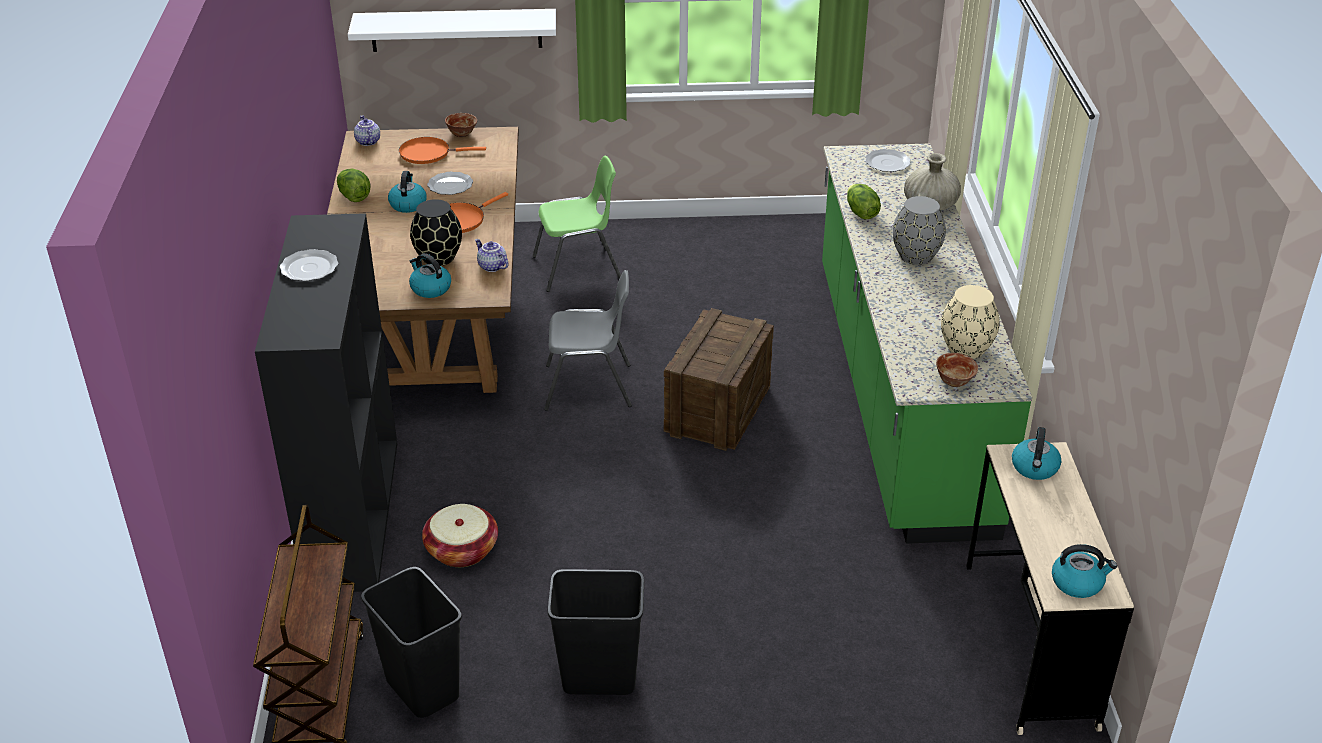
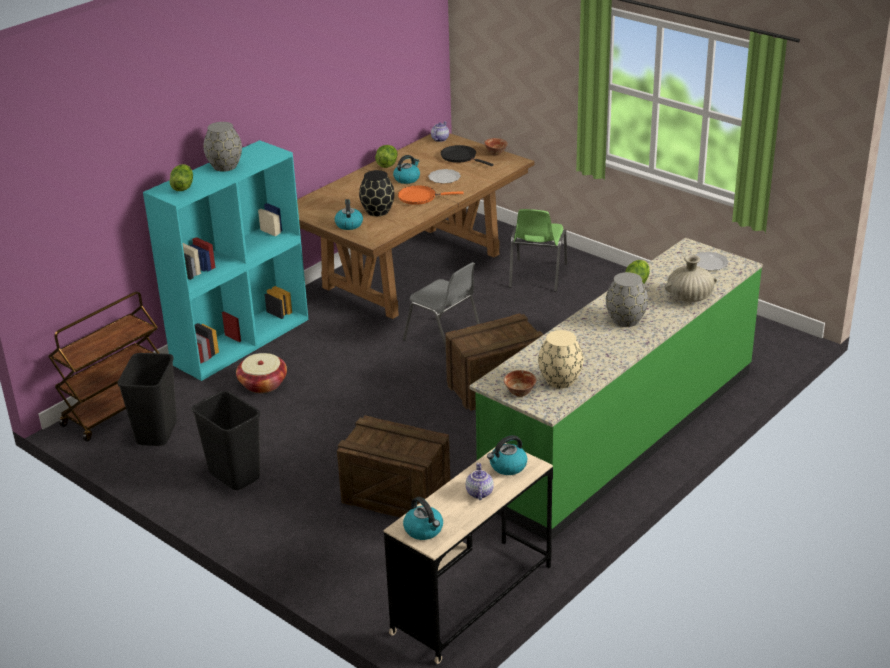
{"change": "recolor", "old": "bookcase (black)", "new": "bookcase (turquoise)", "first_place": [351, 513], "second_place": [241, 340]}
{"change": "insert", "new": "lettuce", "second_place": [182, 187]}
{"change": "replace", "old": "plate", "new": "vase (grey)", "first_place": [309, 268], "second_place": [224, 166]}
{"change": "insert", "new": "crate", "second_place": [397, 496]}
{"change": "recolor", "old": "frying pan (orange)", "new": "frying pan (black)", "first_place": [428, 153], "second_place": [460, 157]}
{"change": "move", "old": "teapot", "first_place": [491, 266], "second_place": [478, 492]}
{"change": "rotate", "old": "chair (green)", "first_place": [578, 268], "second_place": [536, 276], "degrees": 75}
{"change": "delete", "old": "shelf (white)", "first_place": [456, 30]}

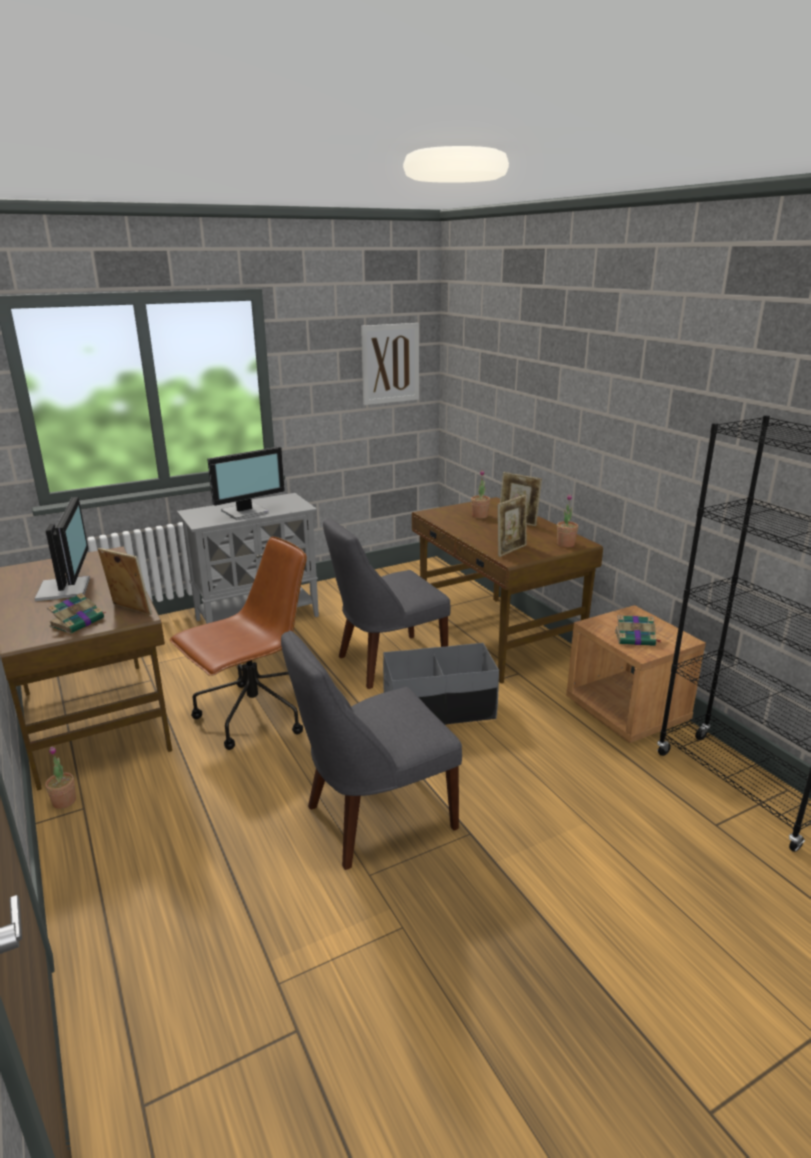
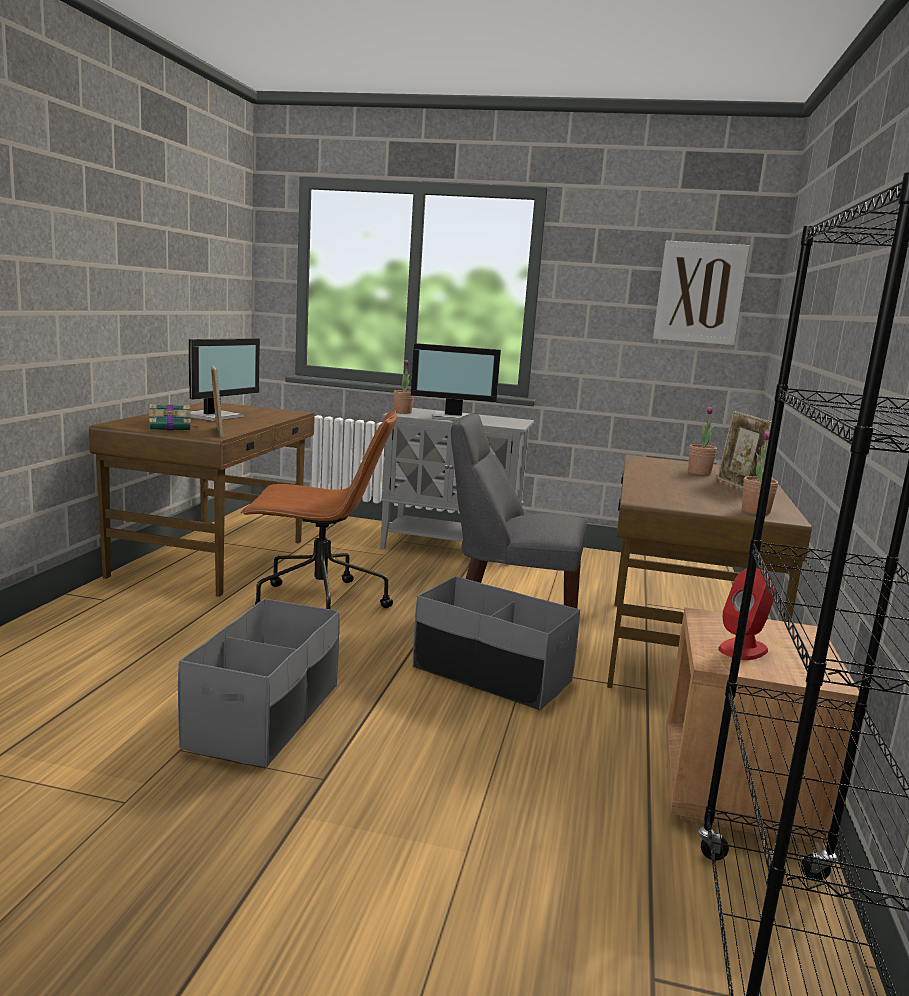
{"change": "replace", "old": "chair (grey)", "new": "storage box (grey)", "first_place": [374, 818], "second_place": [265, 716]}
{"change": "move", "old": "potted plant", "first_place": [64, 801], "second_place": [402, 412]}
{"change": "replace", "old": "book", "new": "speaker (red)", "first_place": [636, 638], "second_place": [743, 649]}
{"change": "delete", "old": "picture frame", "first_place": [511, 550]}

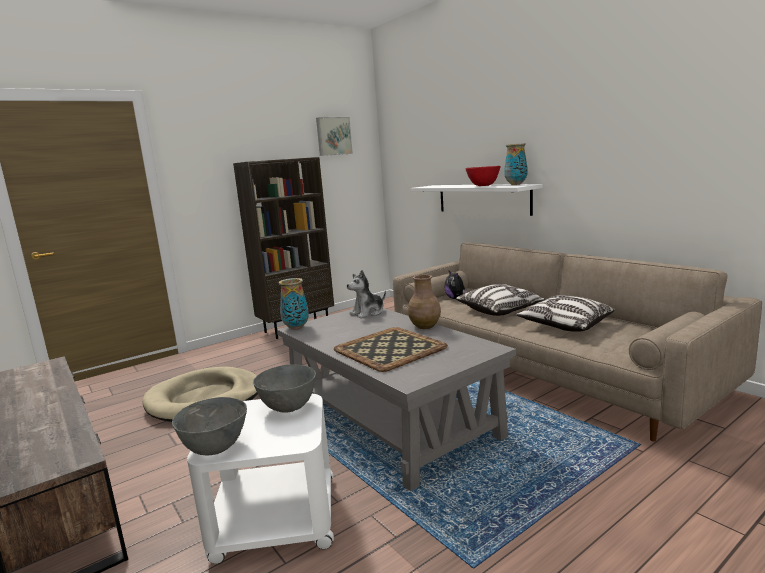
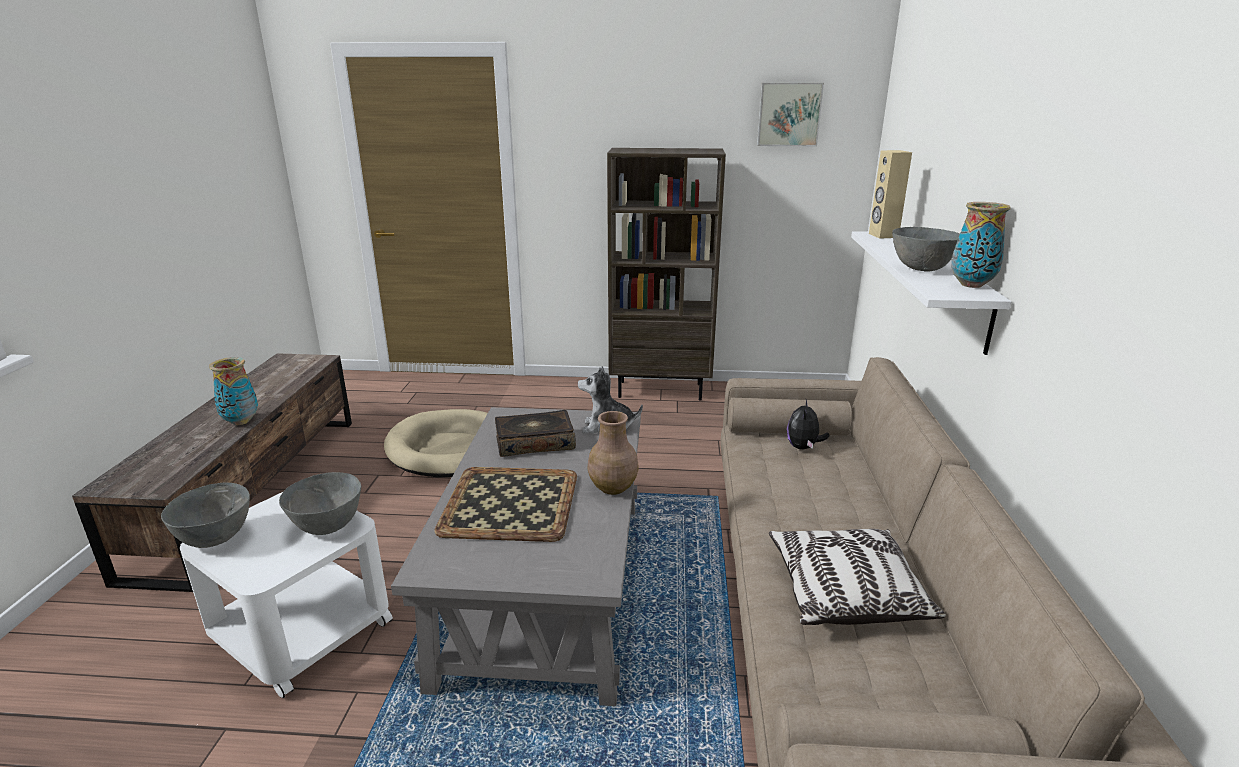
{"change": "move", "old": "vase", "first_place": [296, 328], "second_place": [240, 421]}
{"change": "insert", "new": "book", "second_place": [535, 442]}
{"change": "insert", "new": "speaker (beige)", "second_place": [883, 235]}
{"change": "recolor", "old": "bowl (red)", "new": "bowl (grey)", "first_place": [483, 186], "second_place": [922, 269]}
{"change": "delete", "old": "pillow", "first_place": [499, 310]}

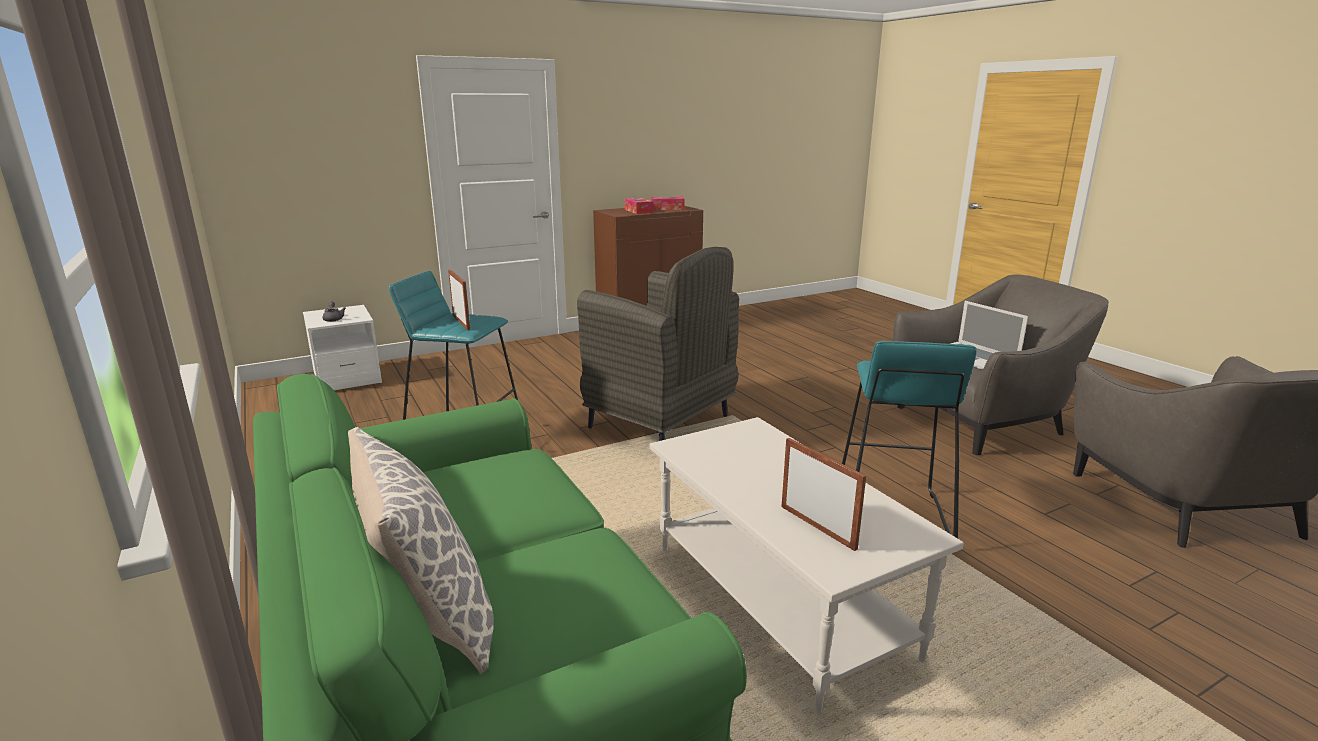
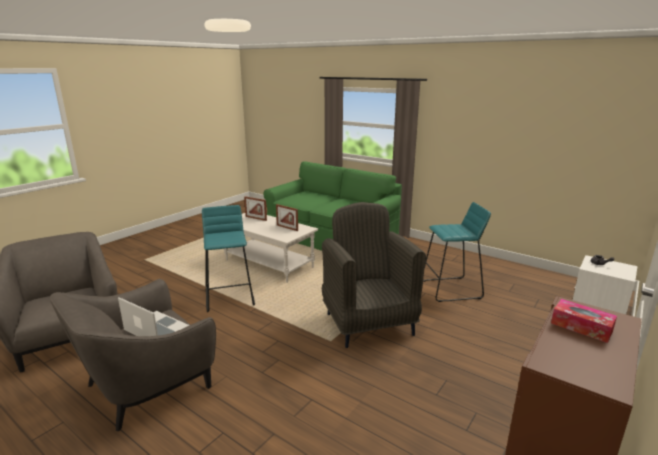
{"change": "move", "old": "picture frame", "first_place": [461, 322], "second_place": [287, 228]}
{"change": "rotate", "old": "armchair (grey)", "first_place": [661, 423], "second_place": [368, 323], "degrees": 60}
{"change": "delete", "old": "pillow", "first_place": [430, 619]}
{"change": "delete", "old": "tissue box", "first_place": [667, 208]}

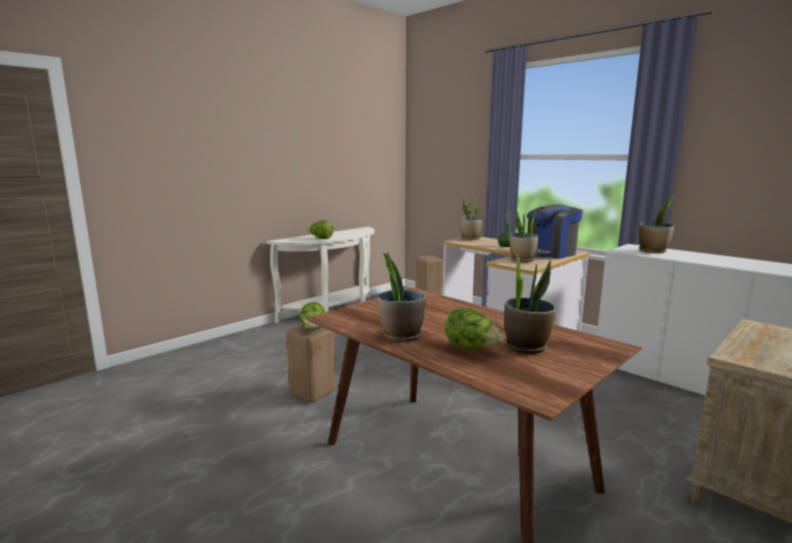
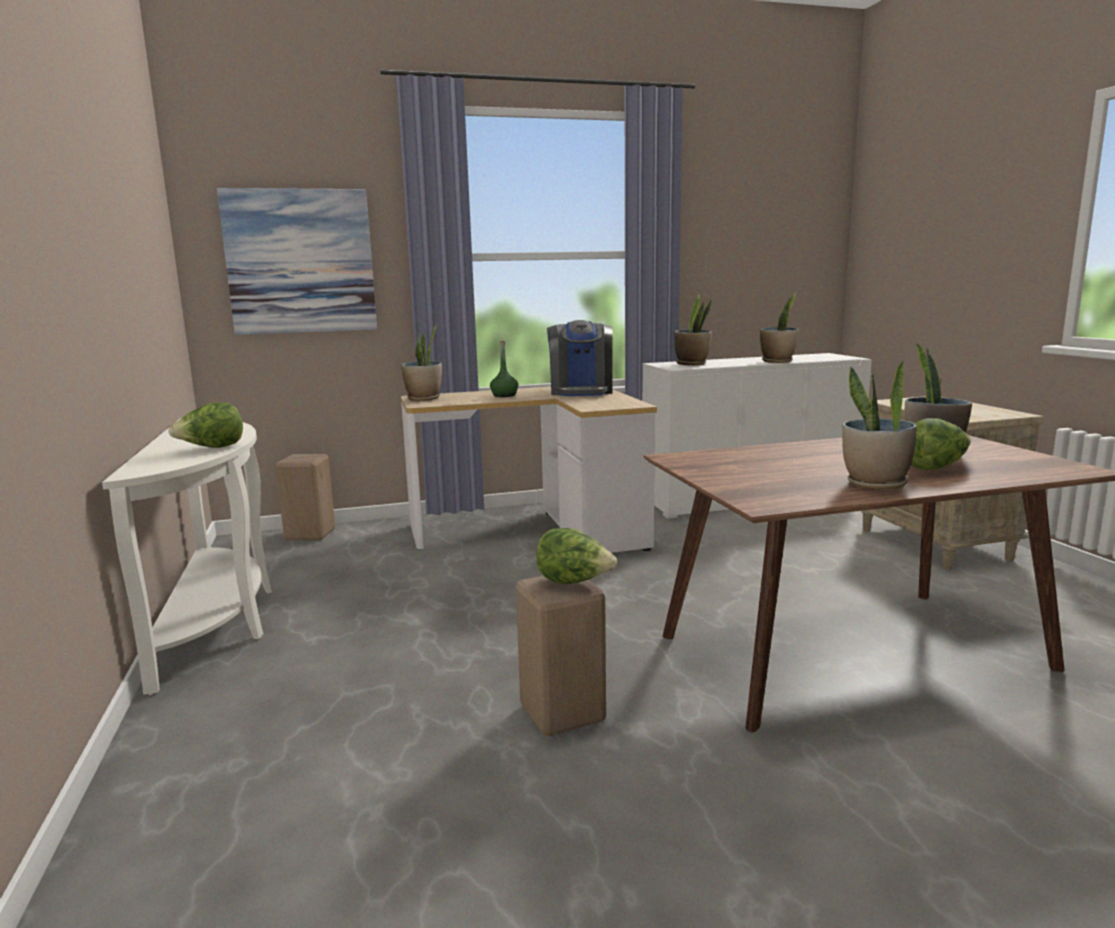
{"change": "insert", "new": "picture", "second_place": [300, 262]}
{"change": "move", "old": "potted plant", "first_place": [522, 260], "second_place": [777, 361]}

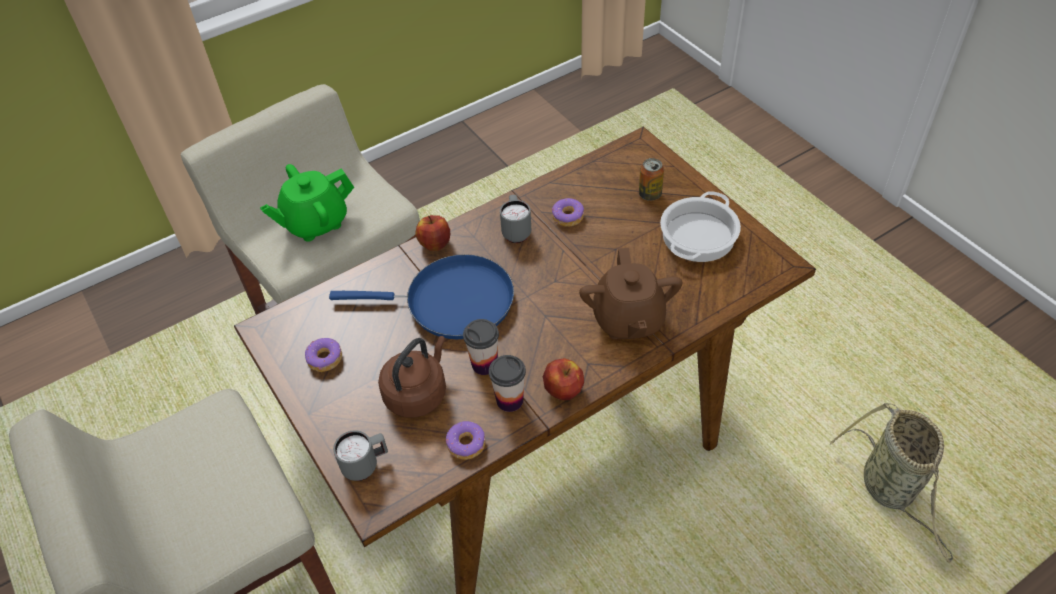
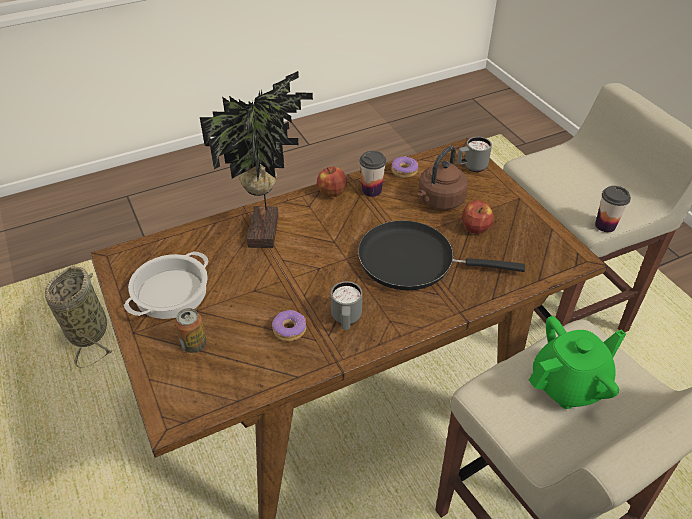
{"change": "replace", "old": "teapot (brown)", "new": "potted plant", "first_place": [628, 320], "second_place": [267, 230]}
{"change": "recolor", "old": "frying pan (blue)", "new": "frying pan (black)", "first_place": [452, 302], "second_place": [413, 261]}
{"change": "move", "old": "apple", "first_place": [434, 244], "second_place": [475, 228]}
{"change": "move", "old": "cup", "first_place": [484, 364], "second_place": [605, 225]}
{"change": "delete", "old": "donut", "first_place": [324, 359]}

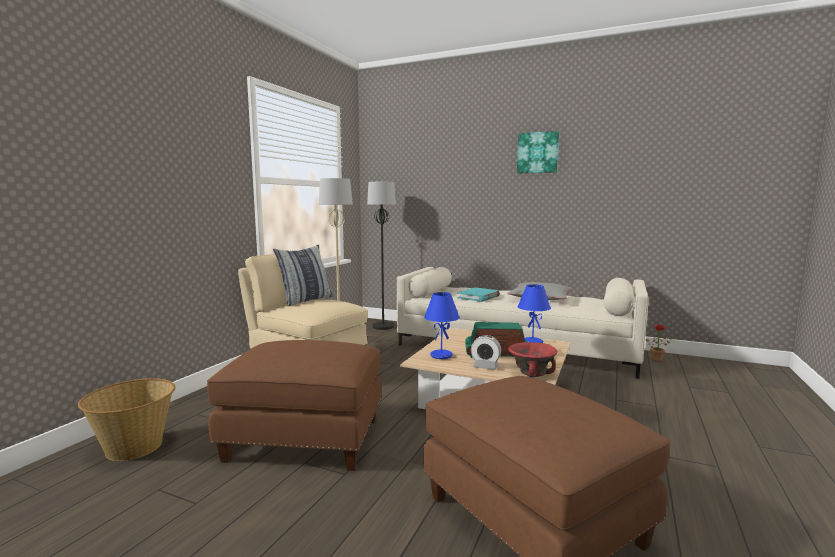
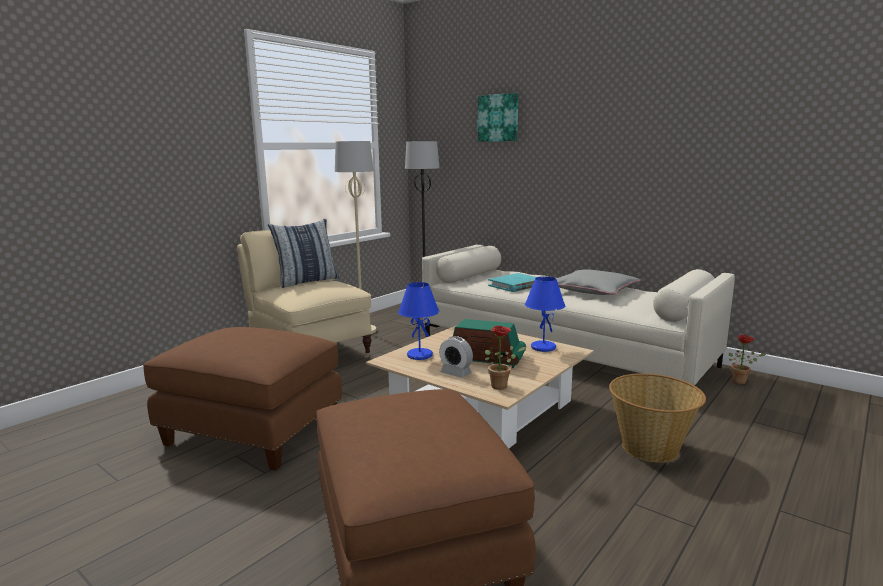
{"change": "move", "old": "picture", "first_place": [537, 152], "second_place": [498, 118]}
{"change": "replace", "old": "bowl (red)", "new": "potted plant", "first_place": [532, 373], "second_place": [502, 386]}
{"change": "move", "old": "basket", "first_place": [134, 448], "second_place": [651, 448]}

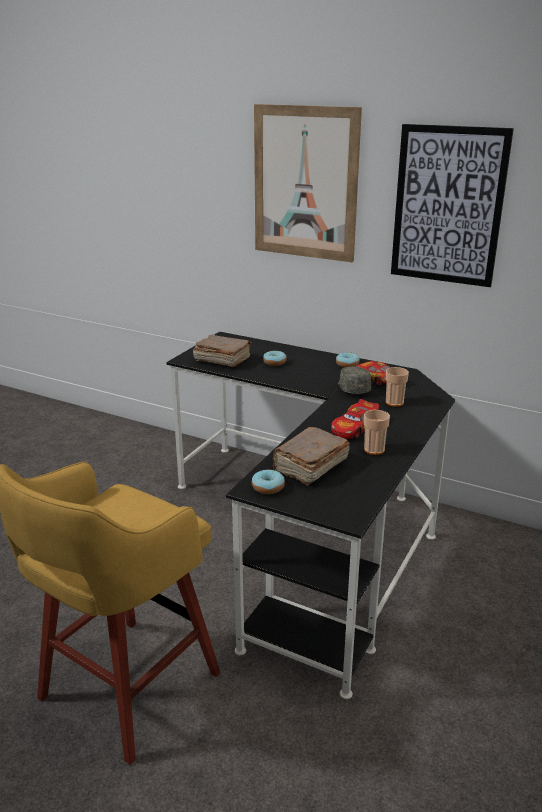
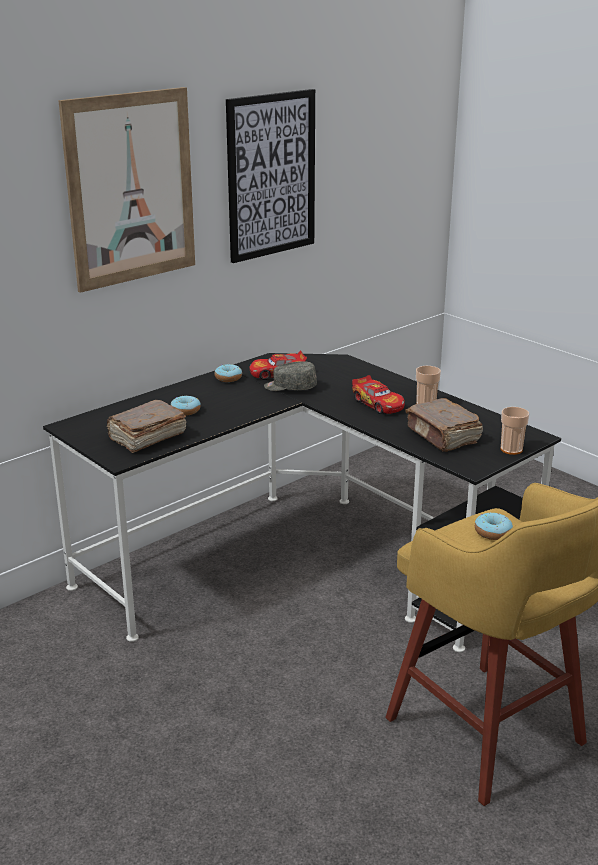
{"change": "move", "old": "donut", "first_place": [268, 487], "second_place": [492, 532]}
{"change": "move", "old": "cup", "first_place": [394, 402], "second_place": [511, 449]}

